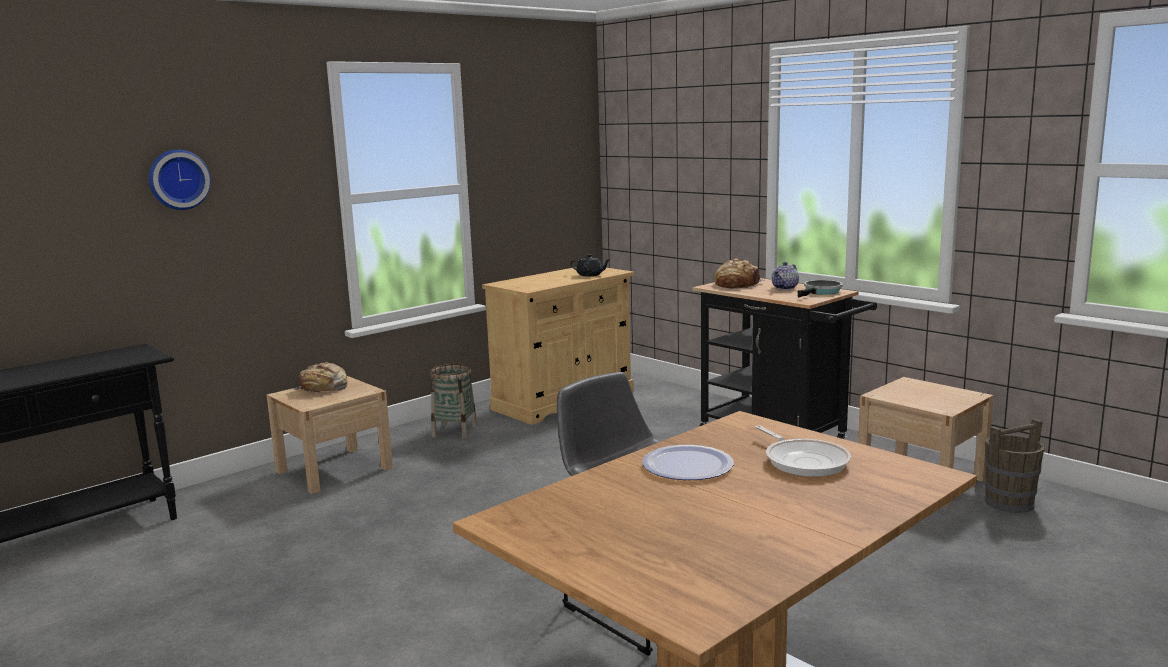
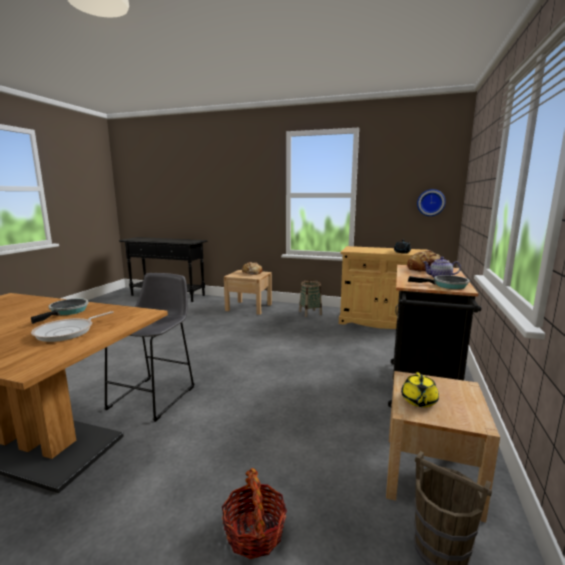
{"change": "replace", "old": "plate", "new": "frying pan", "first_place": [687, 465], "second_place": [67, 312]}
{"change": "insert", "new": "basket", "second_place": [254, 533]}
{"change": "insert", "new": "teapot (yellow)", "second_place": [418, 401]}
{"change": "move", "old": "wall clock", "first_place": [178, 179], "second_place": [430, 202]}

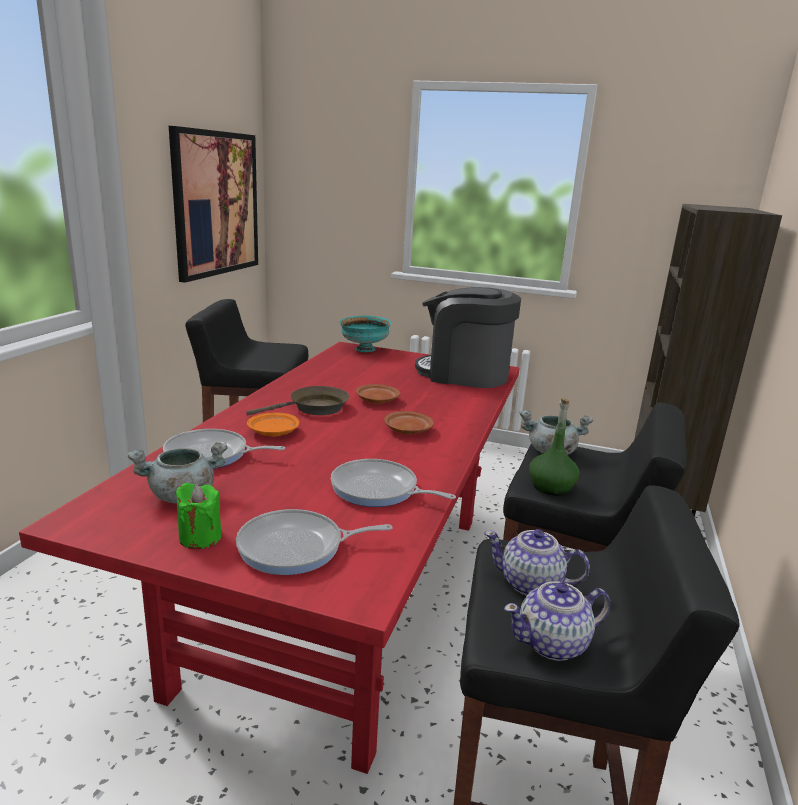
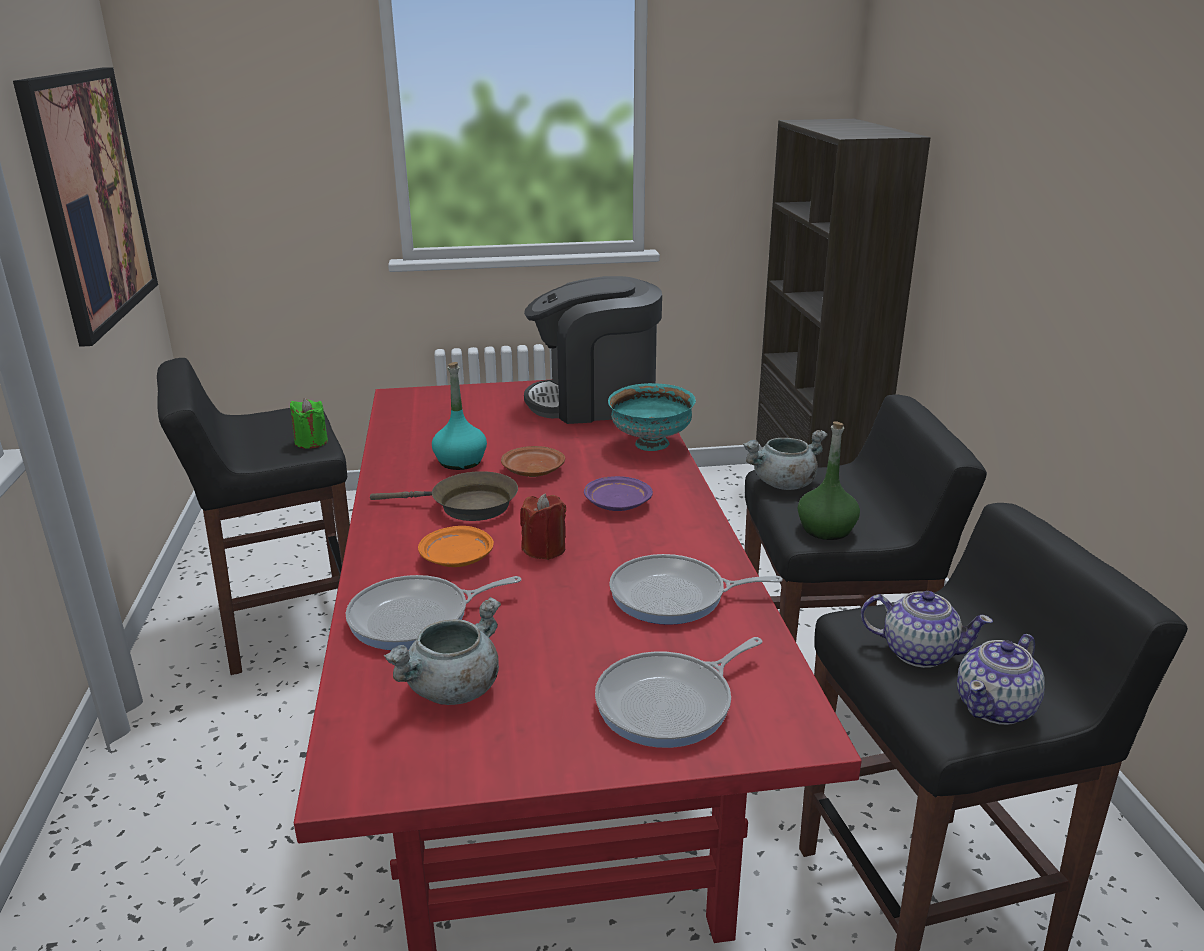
{"change": "move", "old": "candle (green)", "first_place": [200, 537], "second_place": [311, 442]}
{"change": "rotate", "old": "frying pan (brown)", "first_place": [314, 408], "second_place": [467, 506], "degrees": 60}
{"change": "insert", "new": "bottle (turquoise)", "second_place": [460, 462]}
{"change": "insert", "new": "candle (red)", "second_place": [544, 549]}
{"change": "recolor", "old": "plate (brown)", "new": "plate (purple)", "first_place": [407, 430], "second_place": [616, 504]}
{"change": "move", "old": "bowl (turquoise)", "first_place": [364, 350], "second_place": [651, 445]}
{"change": "rotate", "old": "teapot", "first_place": [531, 584], "second_place": [918, 652], "degrees": -150}

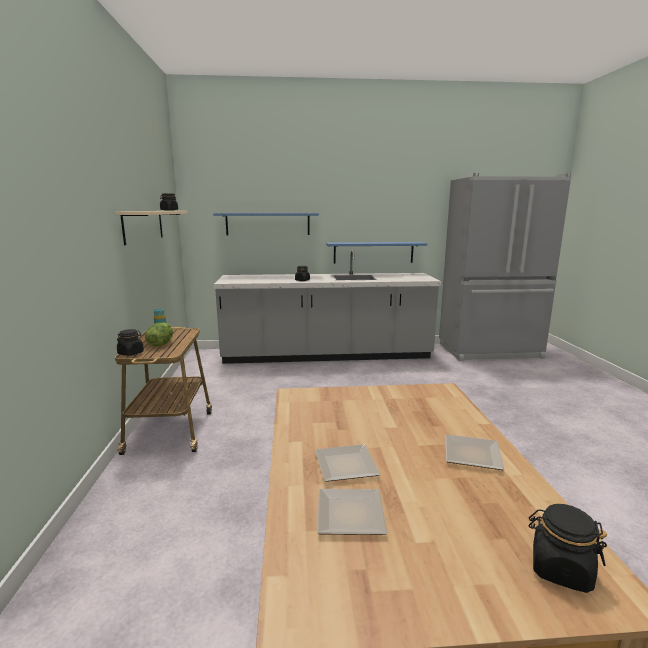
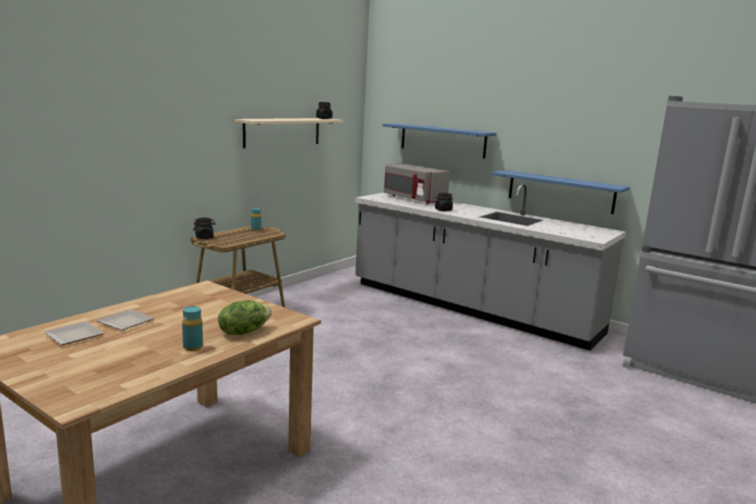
{"change": "replace", "old": "plate", "new": "bottle (turquoise)", "first_place": [470, 454], "second_place": [193, 347]}
{"change": "move", "old": "lettuce", "first_place": [160, 344], "second_place": [244, 332]}
{"change": "insert", "new": "microwave (grey)", "second_place": [413, 199]}
{"change": "delete", "old": "jar (black)", "first_place": [560, 569]}

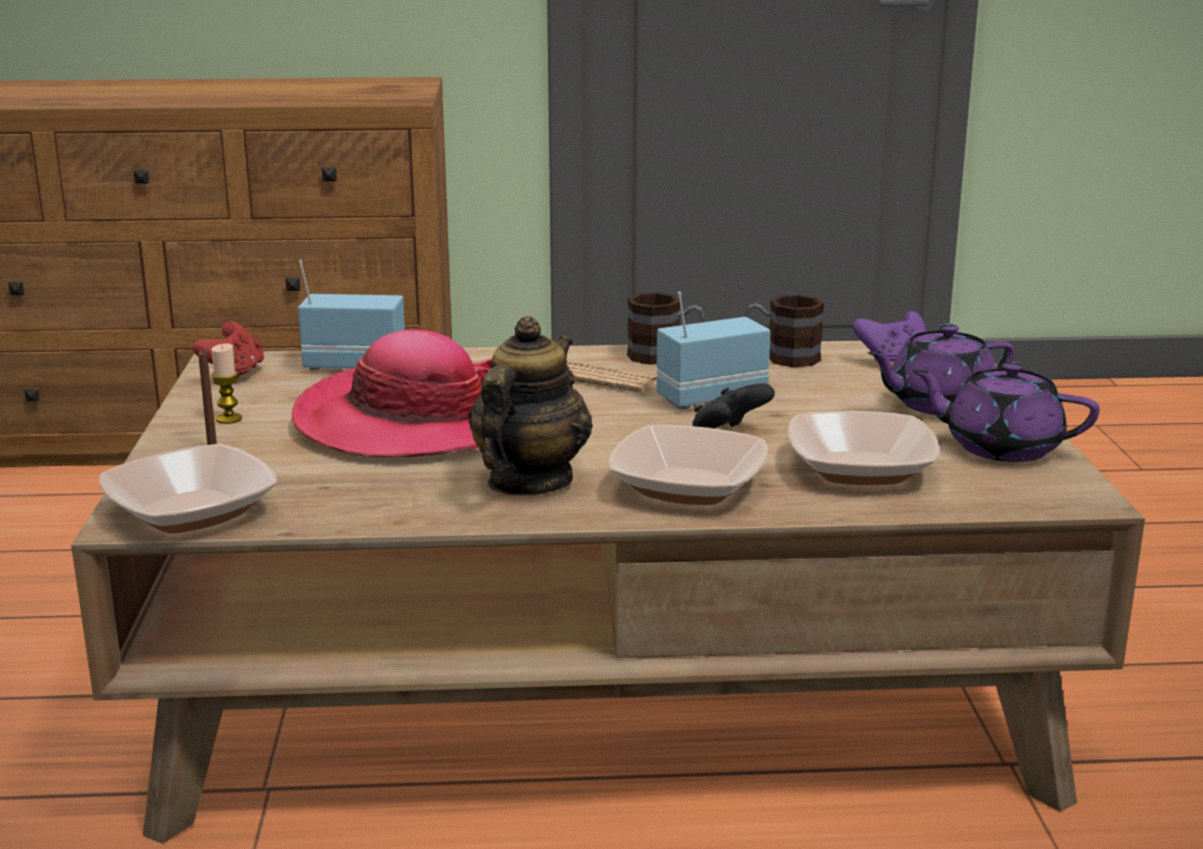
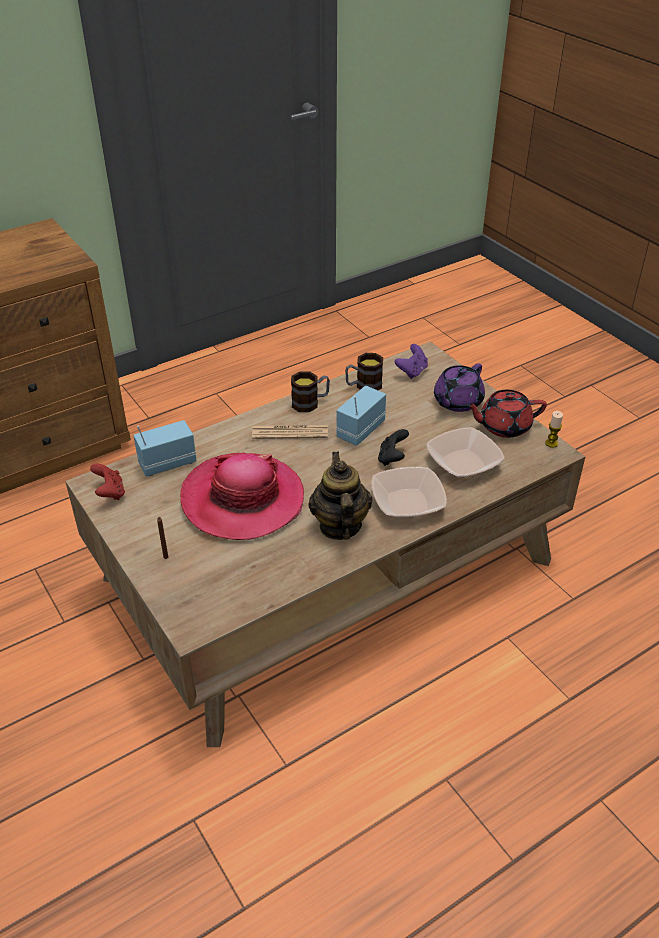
{"change": "recolor", "old": "teapot (purple)", "new": "teapot (red)", "first_place": [1000, 447], "second_place": [503, 426]}
{"change": "move", "old": "candle", "first_place": [229, 419], "second_place": [551, 443]}
{"change": "delete", "old": "bowl", "first_place": [191, 512]}

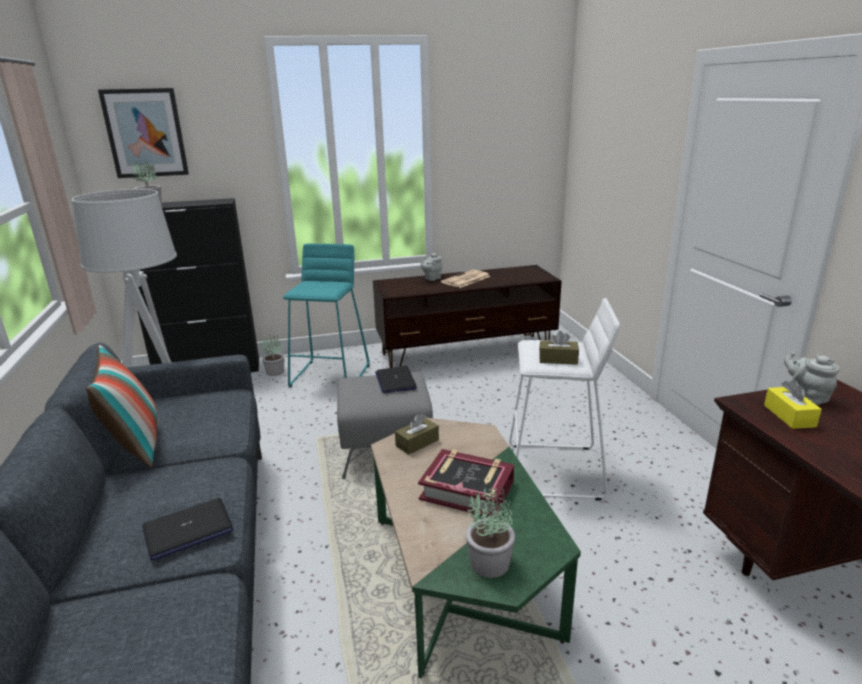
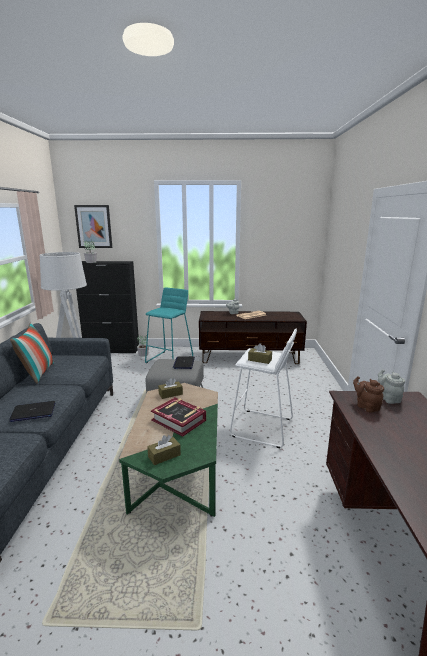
{"change": "replace", "old": "potted plant", "new": "tissue box (brown)", "first_place": [489, 562], "second_place": [164, 456]}
{"change": "replace", "old": "tissue box (yellow)", "new": "teapot (brown)", "first_place": [789, 416], "second_place": [366, 406]}

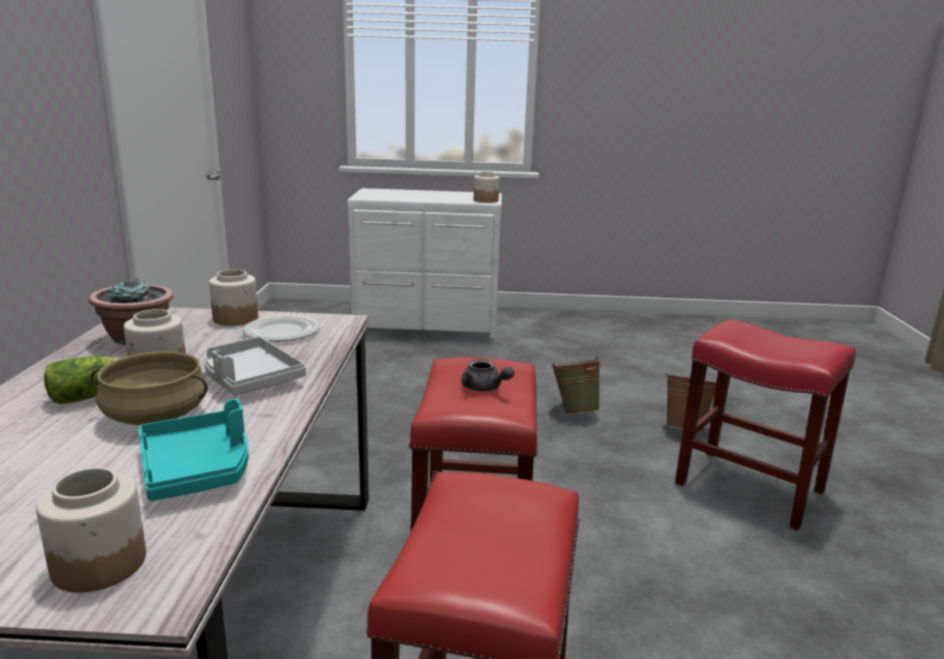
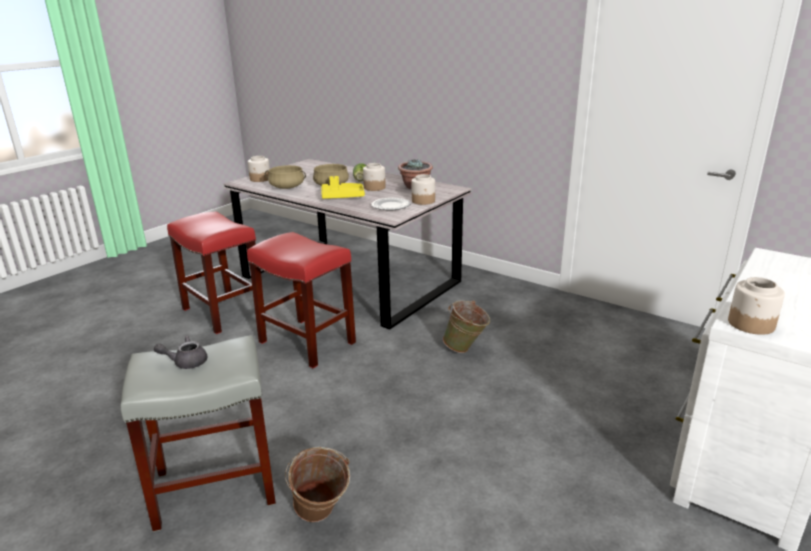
{"change": "recolor", "old": "stool (red)", "new": "stool (grey)", "first_place": [751, 487], "second_place": [214, 488]}
{"change": "move", "old": "teapot (grey)", "first_place": [485, 388], "second_place": [186, 362]}
{"change": "replace", "old": "tray (turquoise)", "new": "cooking pot (beige)", "first_place": [198, 469], "second_place": [286, 187]}
{"change": "recolor", "old": "tray (grey)", "new": "tray (yellow)", "first_place": [249, 379], "second_place": [342, 197]}
{"change": "move", "old": "bucket (green)", "first_place": [575, 411], "second_place": [466, 349]}

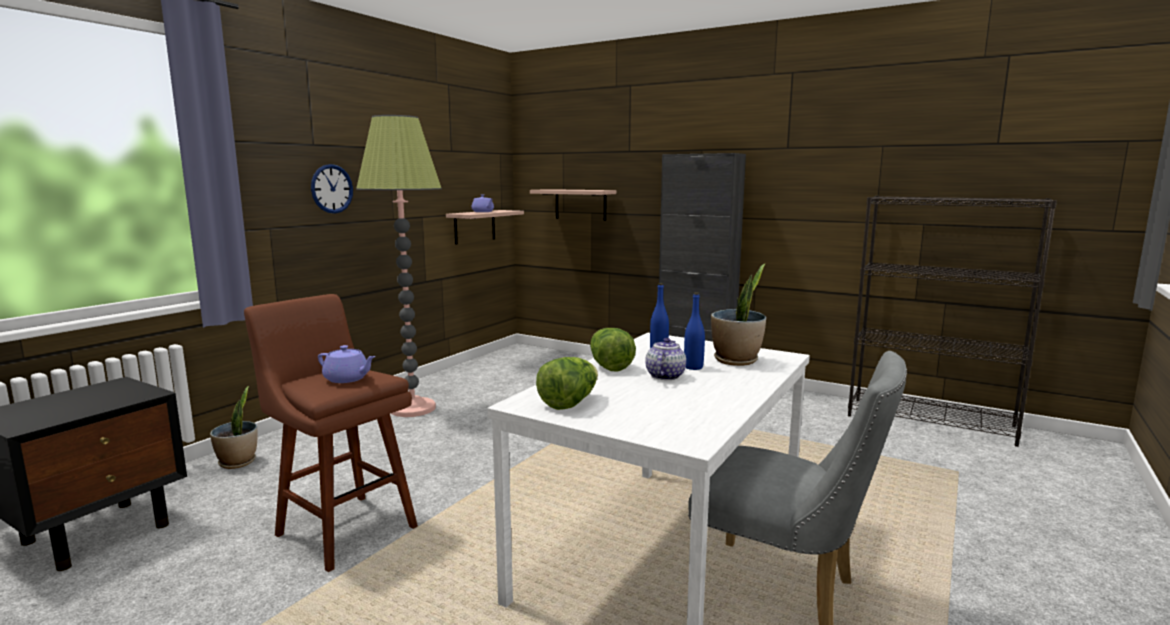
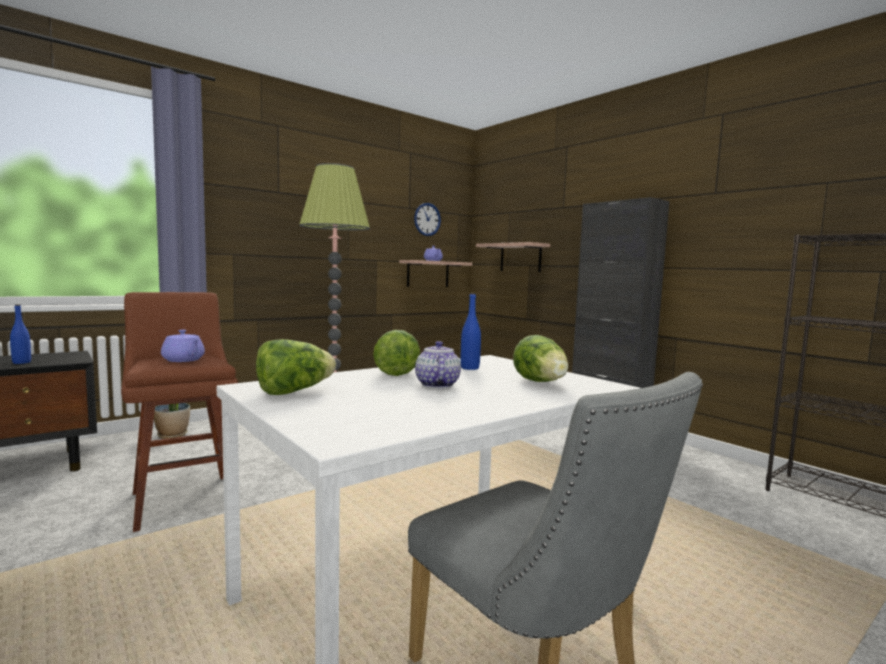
{"change": "move", "old": "bottle (blue)", "first_place": [693, 367], "second_place": [21, 362]}
{"change": "move", "old": "wall clock", "first_place": [332, 189], "second_place": [427, 219]}
{"change": "rotate", "old": "teapot", "first_place": [665, 376], "second_place": [436, 384], "degrees": -45}
{"change": "replace", "old": "potted plant", "new": "lettuce", "first_place": [736, 360], "second_place": [541, 382]}

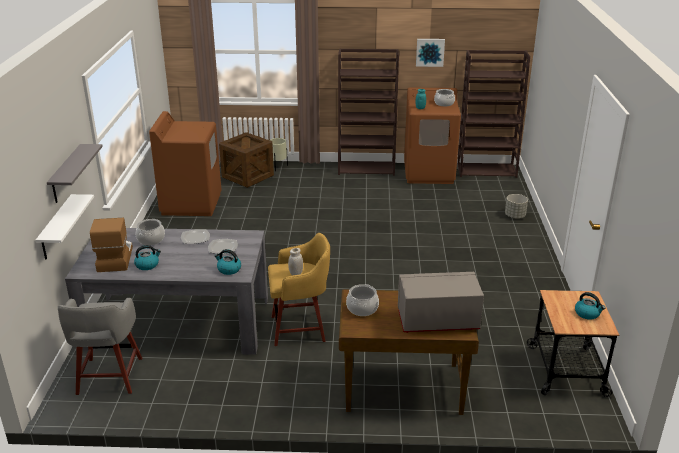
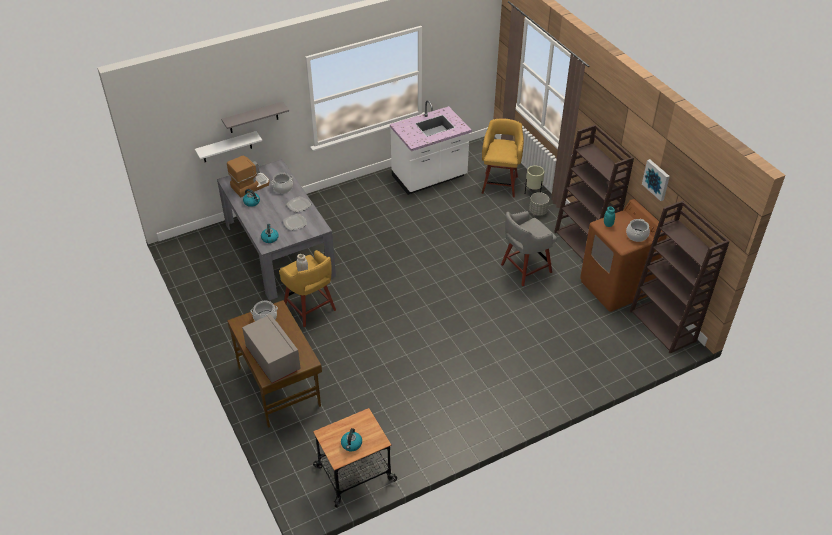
{"change": "replace", "old": "washing machine (brown)", "new": "counter (white)", "first_place": [191, 203], "second_place": [429, 177]}
{"change": "replace", "old": "crate", "new": "stool (yellow)", "first_place": [247, 176], "second_place": [500, 184]}
{"change": "move", "old": "stool (grey)", "first_place": [109, 377], "second_place": [524, 269]}
{"change": "move", "old": "planter (grey)", "first_place": [515, 216], "second_place": [538, 211]}

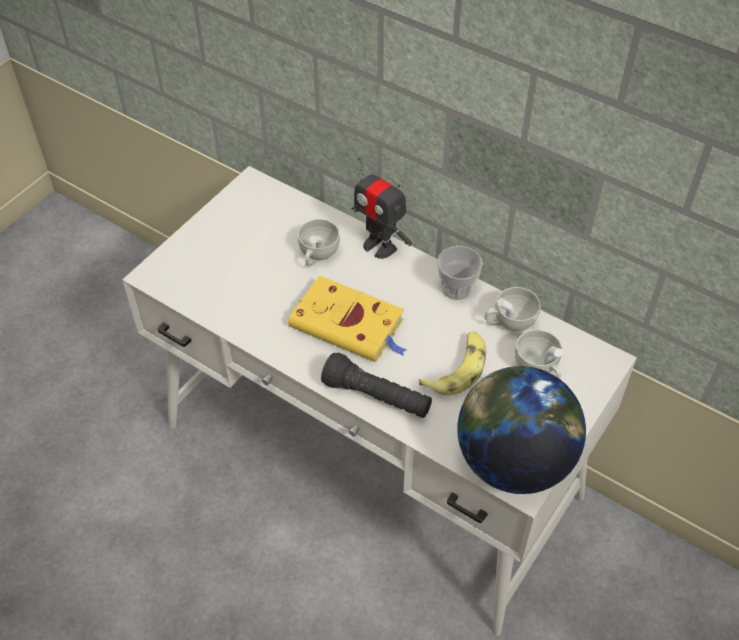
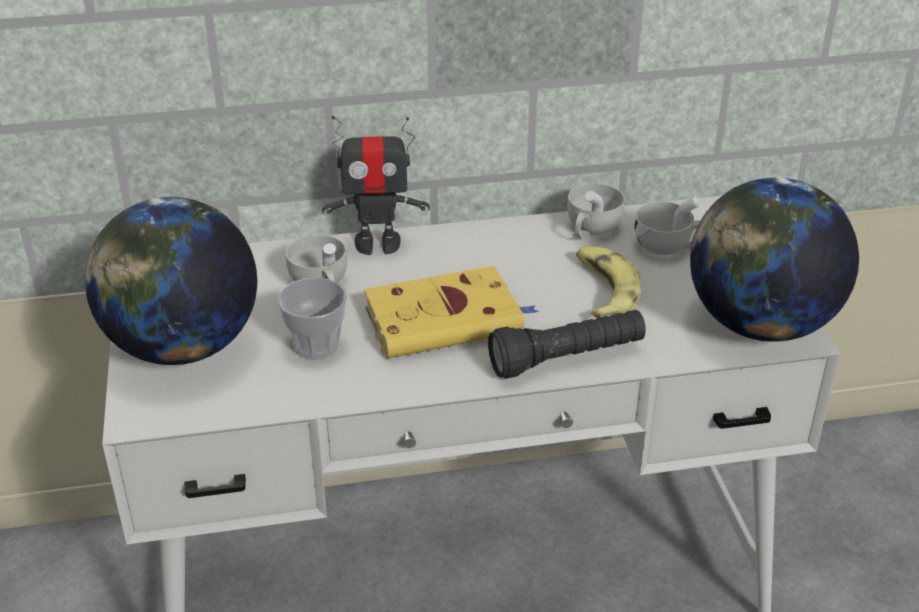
{"change": "insert", "new": "globe", "second_place": [183, 348]}
{"change": "move", "old": "cup", "first_place": [457, 288], "second_place": [316, 345]}

